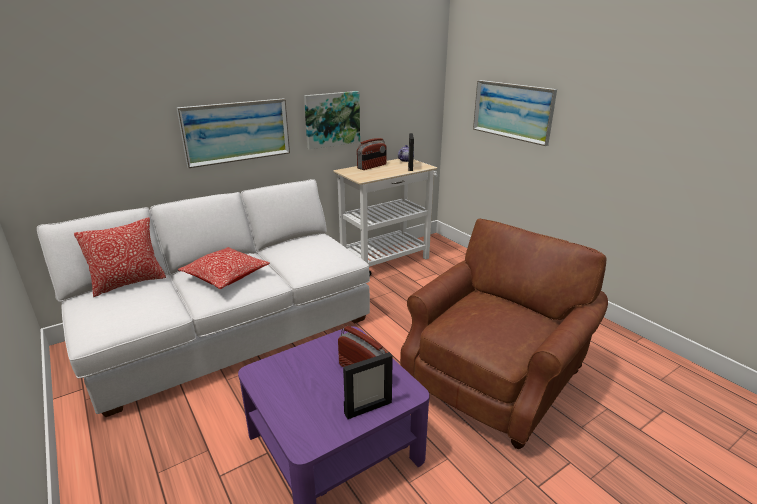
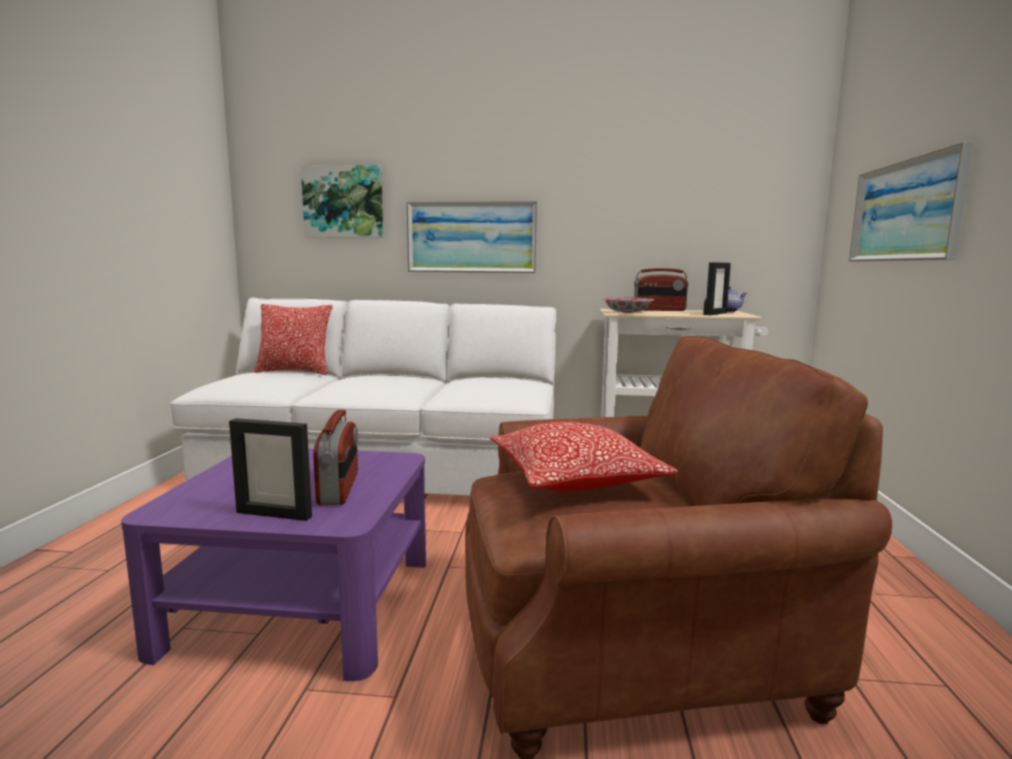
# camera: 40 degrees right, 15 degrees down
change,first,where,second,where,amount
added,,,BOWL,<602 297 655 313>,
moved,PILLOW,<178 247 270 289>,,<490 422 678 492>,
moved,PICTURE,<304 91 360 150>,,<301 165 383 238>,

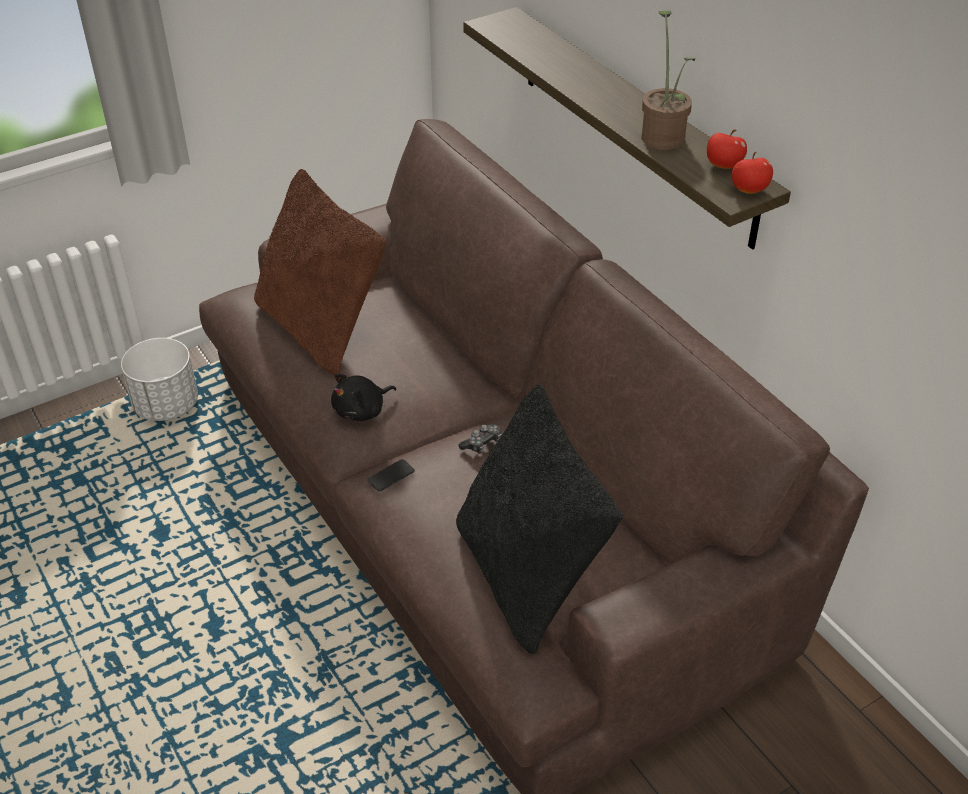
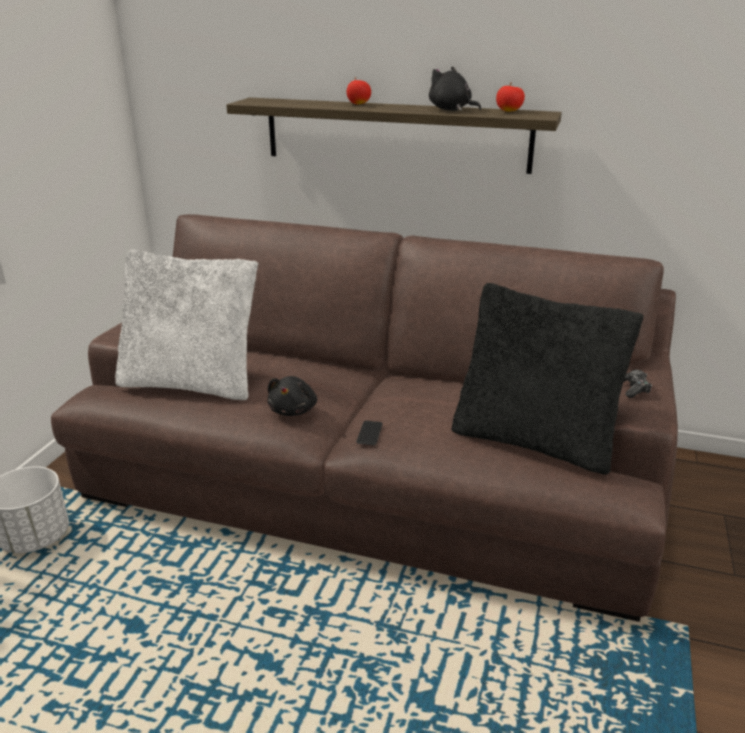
# camera: 40 degrees left, 15 degrees down
change,first,where,second,where,amount
moved,GAME CONTROLLER,<459 424 502 454>,,<624 370 652 398>,
moved,APPLE,<732 152 773 193>,,<347 77 371 104>,
replaced,POTTED PLANT,<642 11 696 150>,BLACK PLUSH TOY,<429 66 481 111>,
recoloured,BROWN PILLOW,<254 169 387 375>,WHITE PILLOW,<115 249 258 400>,

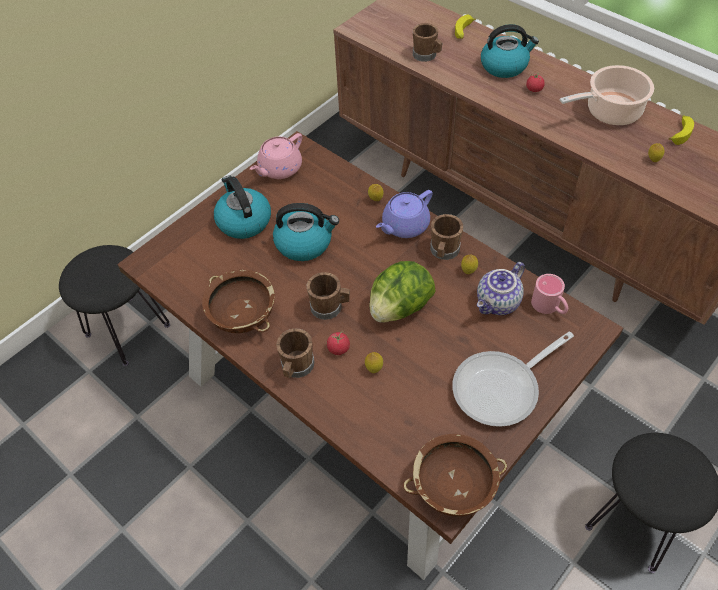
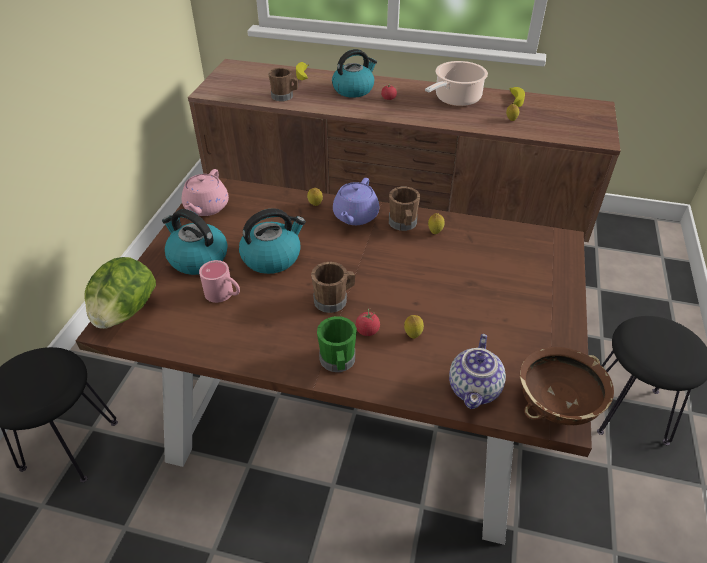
# camera: 30 degrees left, 10 degrees down
change,first,where,second,where,amount
removed,BROWN BOWL,<202 269 275 333>,,,
removed,FRYING PAN,<452 332 574 427>,,,
moved,LETTUCE,<369 261 435 323>,,<84 257 156 329>,
moved,TEAPOT,<477 262 525 315>,,<449 334 506 409>,
moved,PINK MUG,<531 274 568 314>,,<199 260 240 303>,
recoloured,BROWN MUG,<276 328 315 378>,GREEN MUG,<317 316 357 372>,

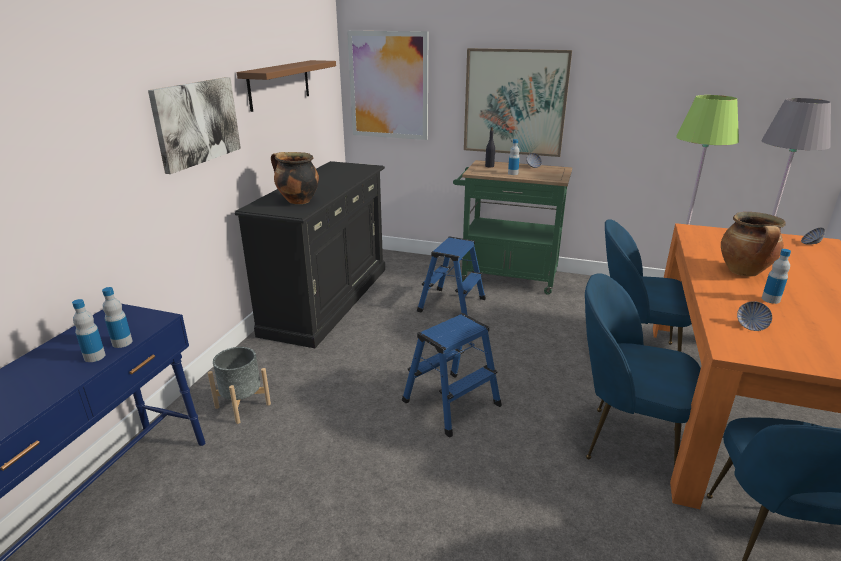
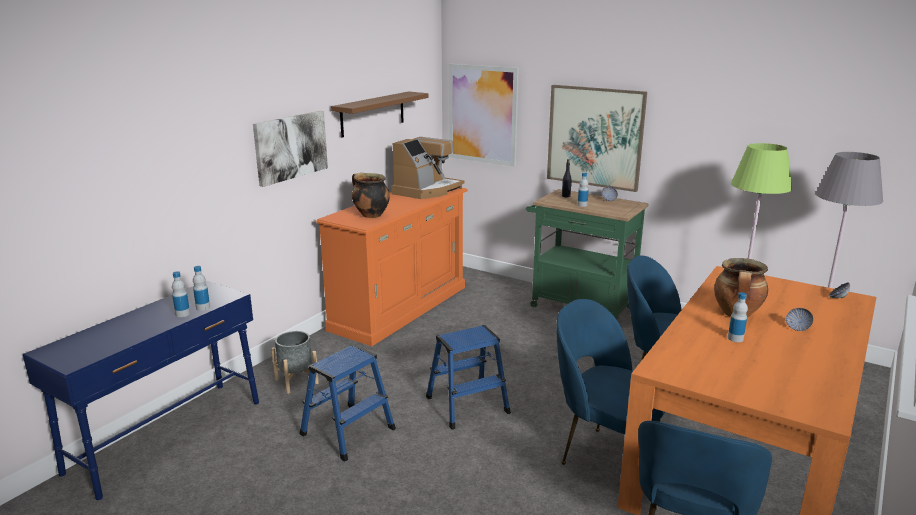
# camera: 15 degrees right, 5 degrees down
change,first,where,second,where,amount
added,,,COFFEE MACHINE,<391 137 464 199>,
moved,BLUE STEP LADDER,<417 236 486 315>,,<299 344 396 462>,
moved,BOWL,<737 301 772 331>,,<786 308 813 331>,
recoloured,BLACK CABINET,<235 161 385 348>,ORANGE CABINET,<316 188 468 346>,

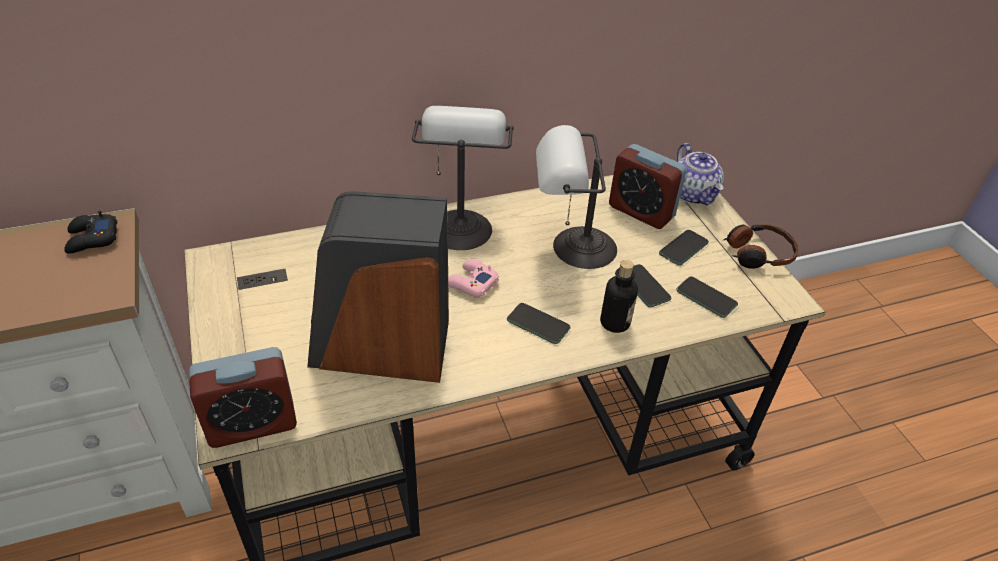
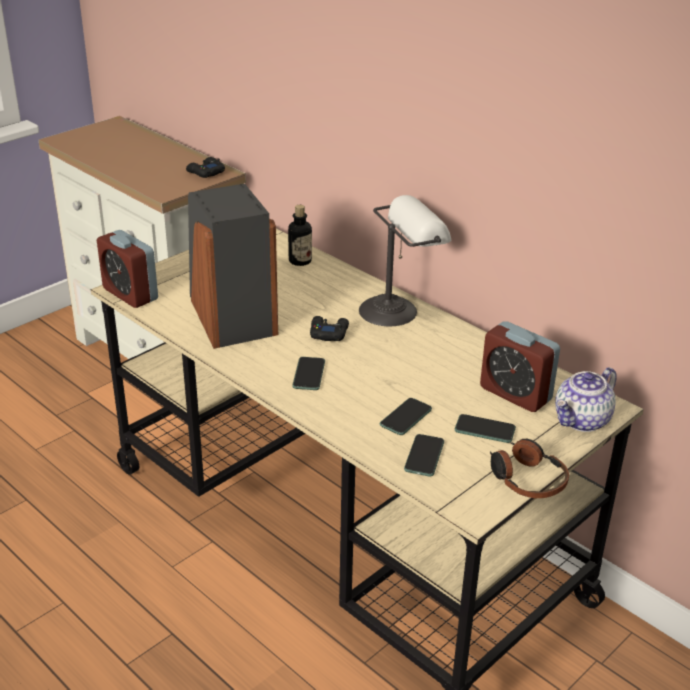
# camera: 65 degrees right, 10 degrees down
change,first,where,second,where,amount
removed,TABLE LAMP,<536 125 617 269>,,,
moved,BOTTLE,<600 260 638 333>,,<288 205 312 266>,
recoloured,PINK GAME CONTROLLER,<448 259 499 297>,BLACK GAME CONTROLLER,<310 316 349 341>,
turned,ALARM CLOCK,<609 144 687 229>,,<480 321 560 412>,60 degrees counterclockwise

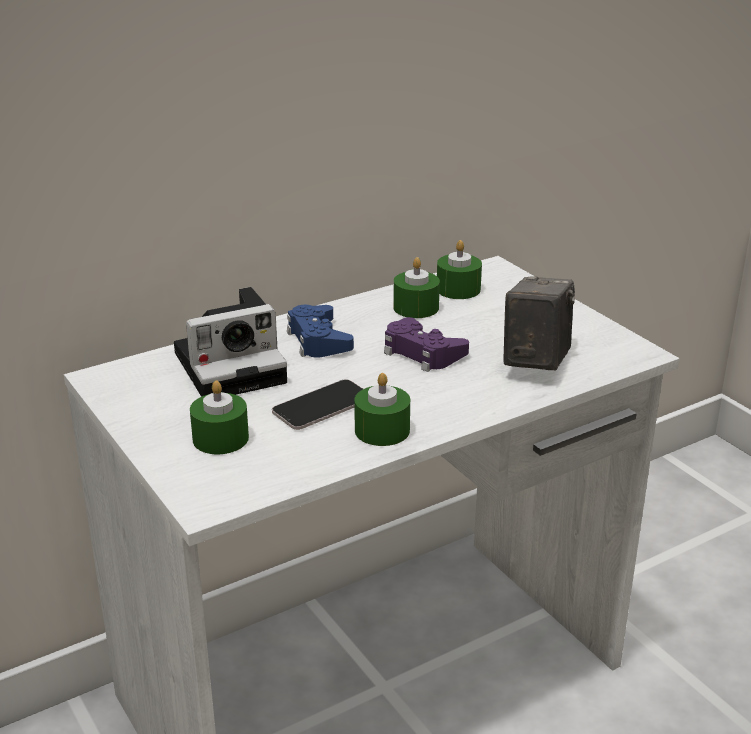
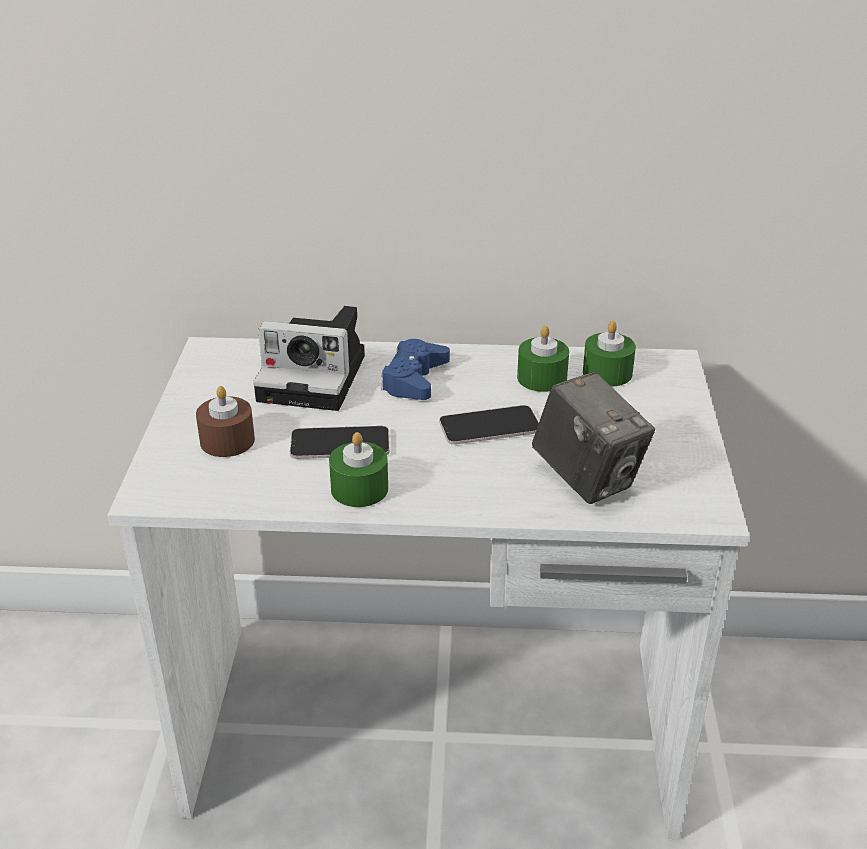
# camera: 35 degrees right, 5 degrees up
change,first,where,second,where,amount
replaced,PURPLE GAME CONTROLLER,<384 317 469 372>,PHONE,<439 405 539 445>,
recoloured,GREEN CANDLE,<190 380 249 454>,BROWN CANDLE,<196 386 255 457>,
turned,PHOTO CAMERA,<503 276 575 371>,,<532 372 655 504>,90 degrees clockwise

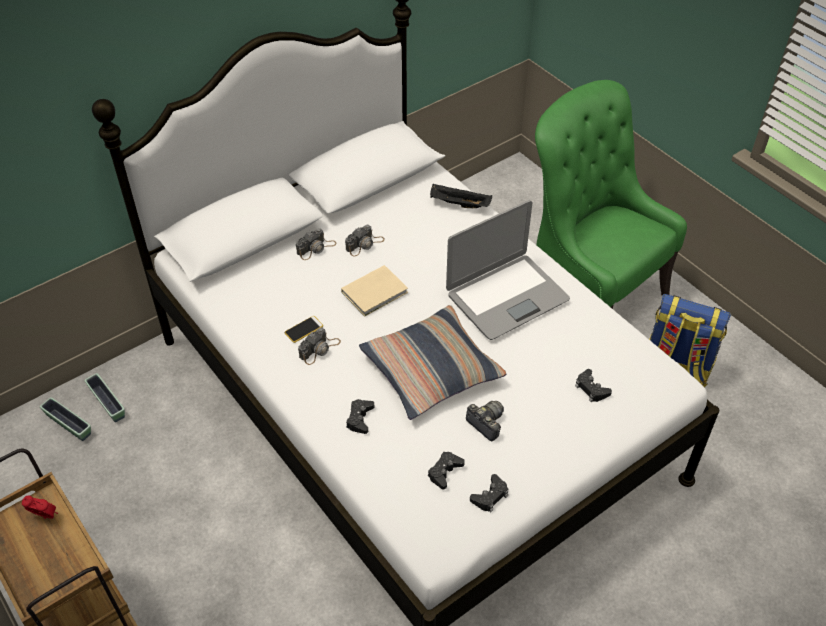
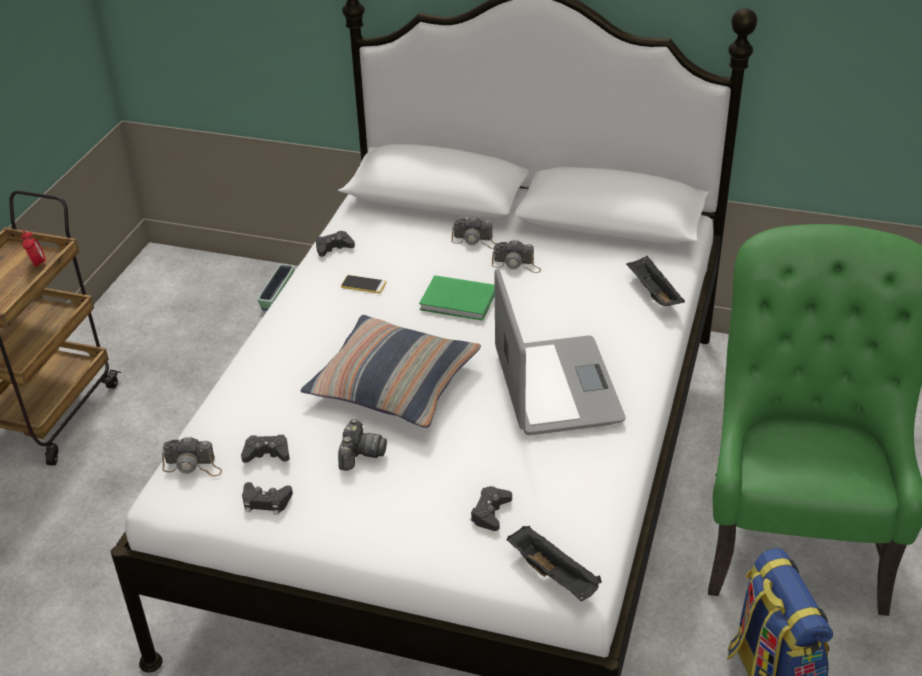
# camera: 55 degrees right, 10 degrees down
change,first,where,second,where,amount
removed,PLANTER,<40 397 91 441>,,,
added,,,BLACK TRAY,<507 526 602 601>,
moved,PHOTO CAMERA,<298 327 341 365>,,<162 437 222 477>,
moved,BLACK GAME CONTROLLER,<346 399 374 434>,,<316 231 355 257>,
recoloured,BEIGE BOOK,<341 265 408 316>,GREEN BOOK,<419 275 495 321>,
turned,LAPTOP,<446 200 570 340>,,<494 268 626 435>,120 degrees counterclockwise

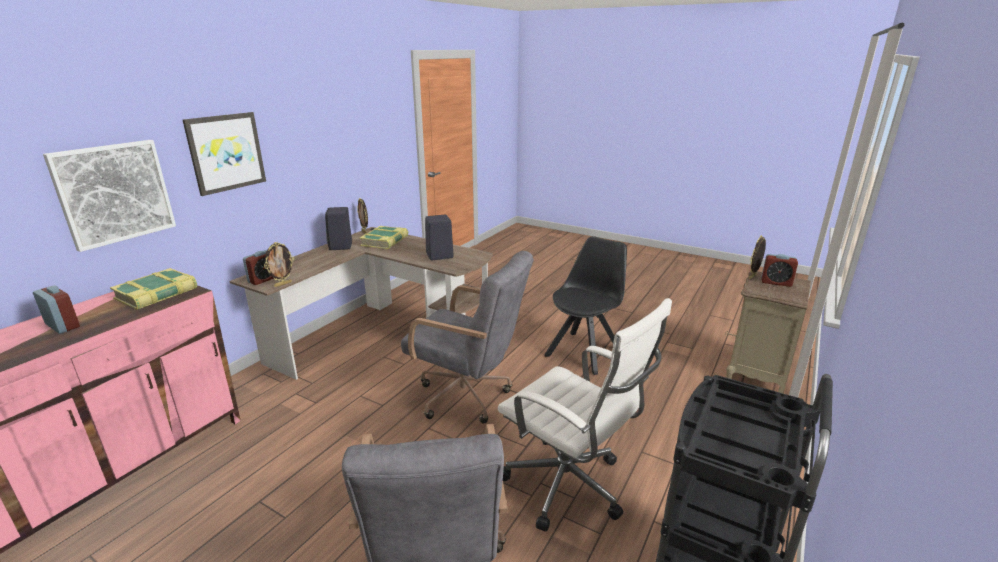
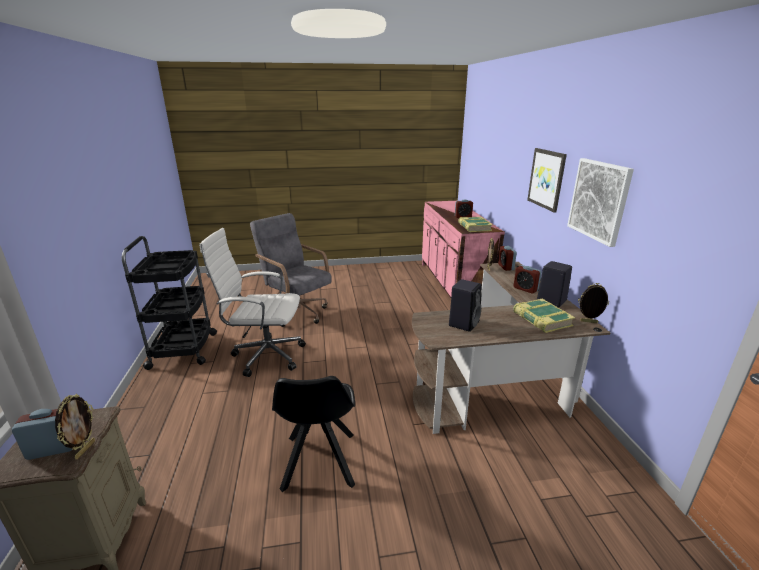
# camera: 140 degrees right, 0 degrees up
change,first,where,second,where,amount
removed,GREY OFFICE CHAIR,<401 251 534 424>,,,
added,,,ALARM CLOCK,<513 265 542 294>,
moved,PICTURE,<43 140 176 252>,,<567 158 634 247>,

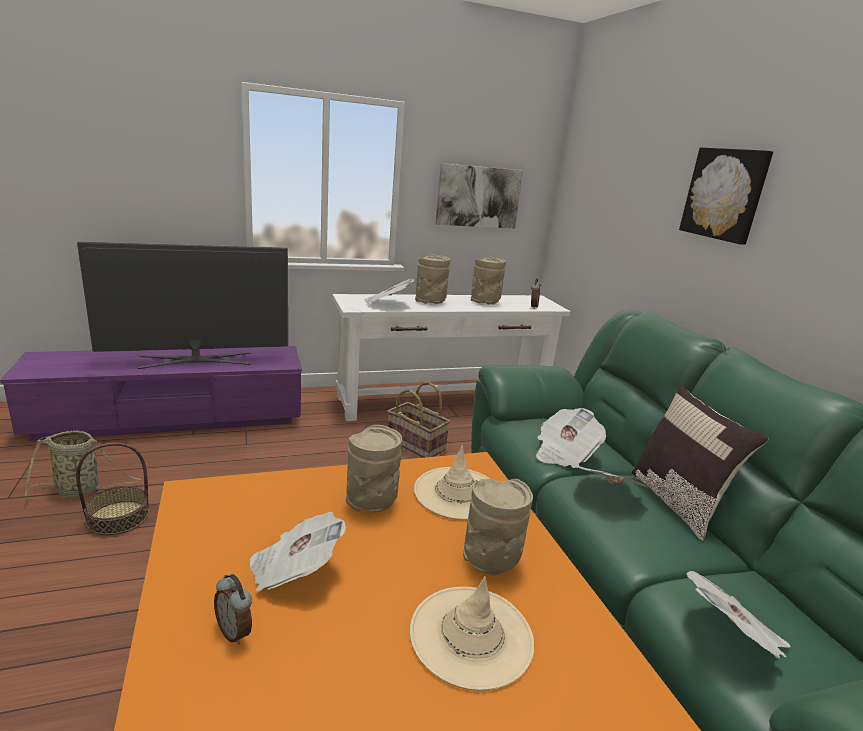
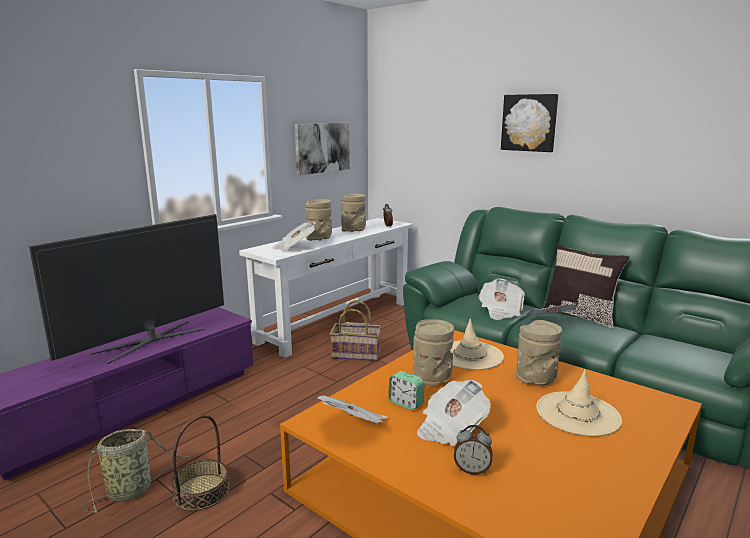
# camera: 30 degrees left, 5 degrees down
change,first,where,second,where,amount
added,,,ALARM CLOCK,<389 371 424 410>,
moved,NEWSPAPER,<687 571 791 659>,,<318 395 388 423>,

